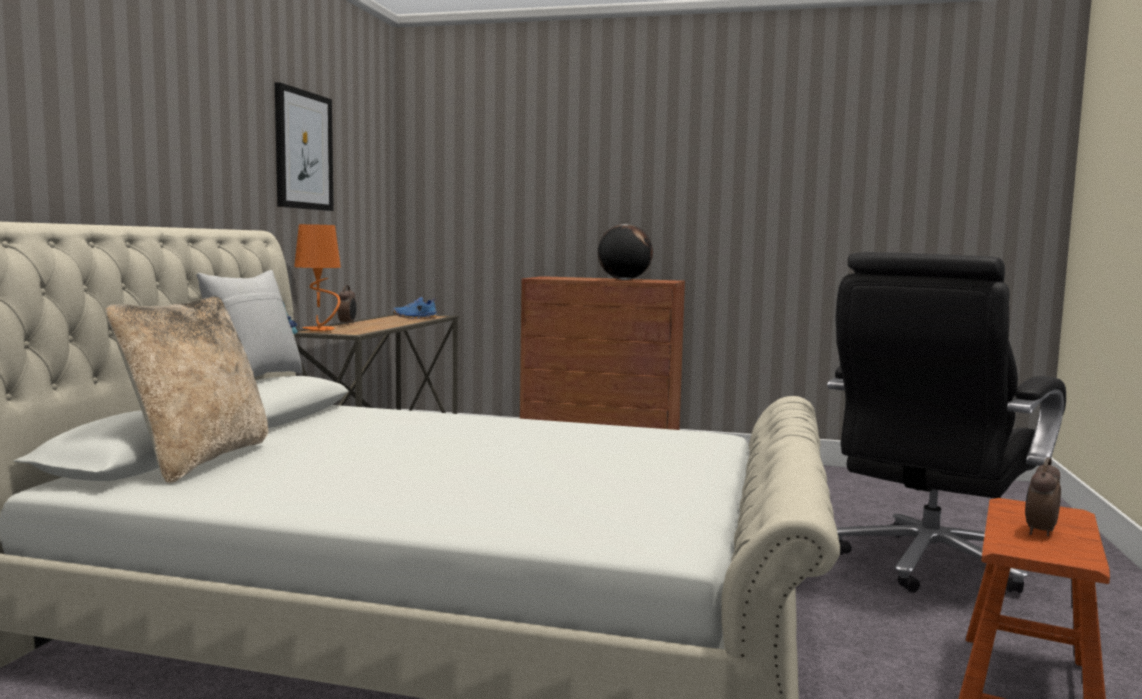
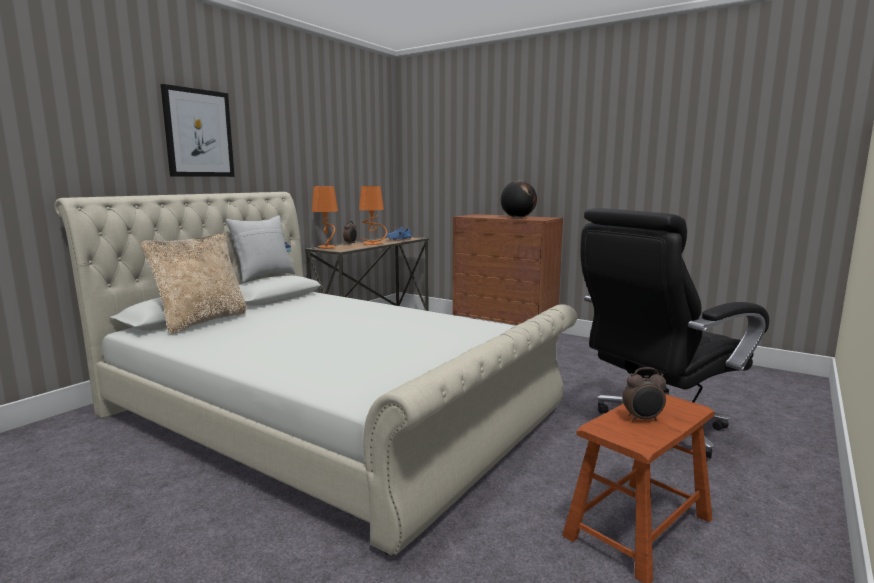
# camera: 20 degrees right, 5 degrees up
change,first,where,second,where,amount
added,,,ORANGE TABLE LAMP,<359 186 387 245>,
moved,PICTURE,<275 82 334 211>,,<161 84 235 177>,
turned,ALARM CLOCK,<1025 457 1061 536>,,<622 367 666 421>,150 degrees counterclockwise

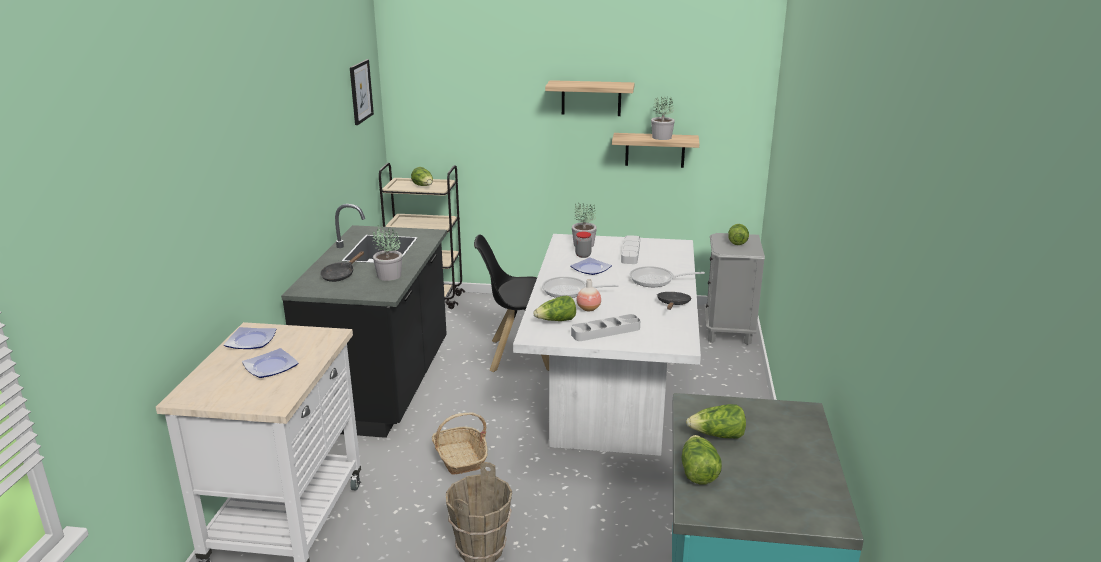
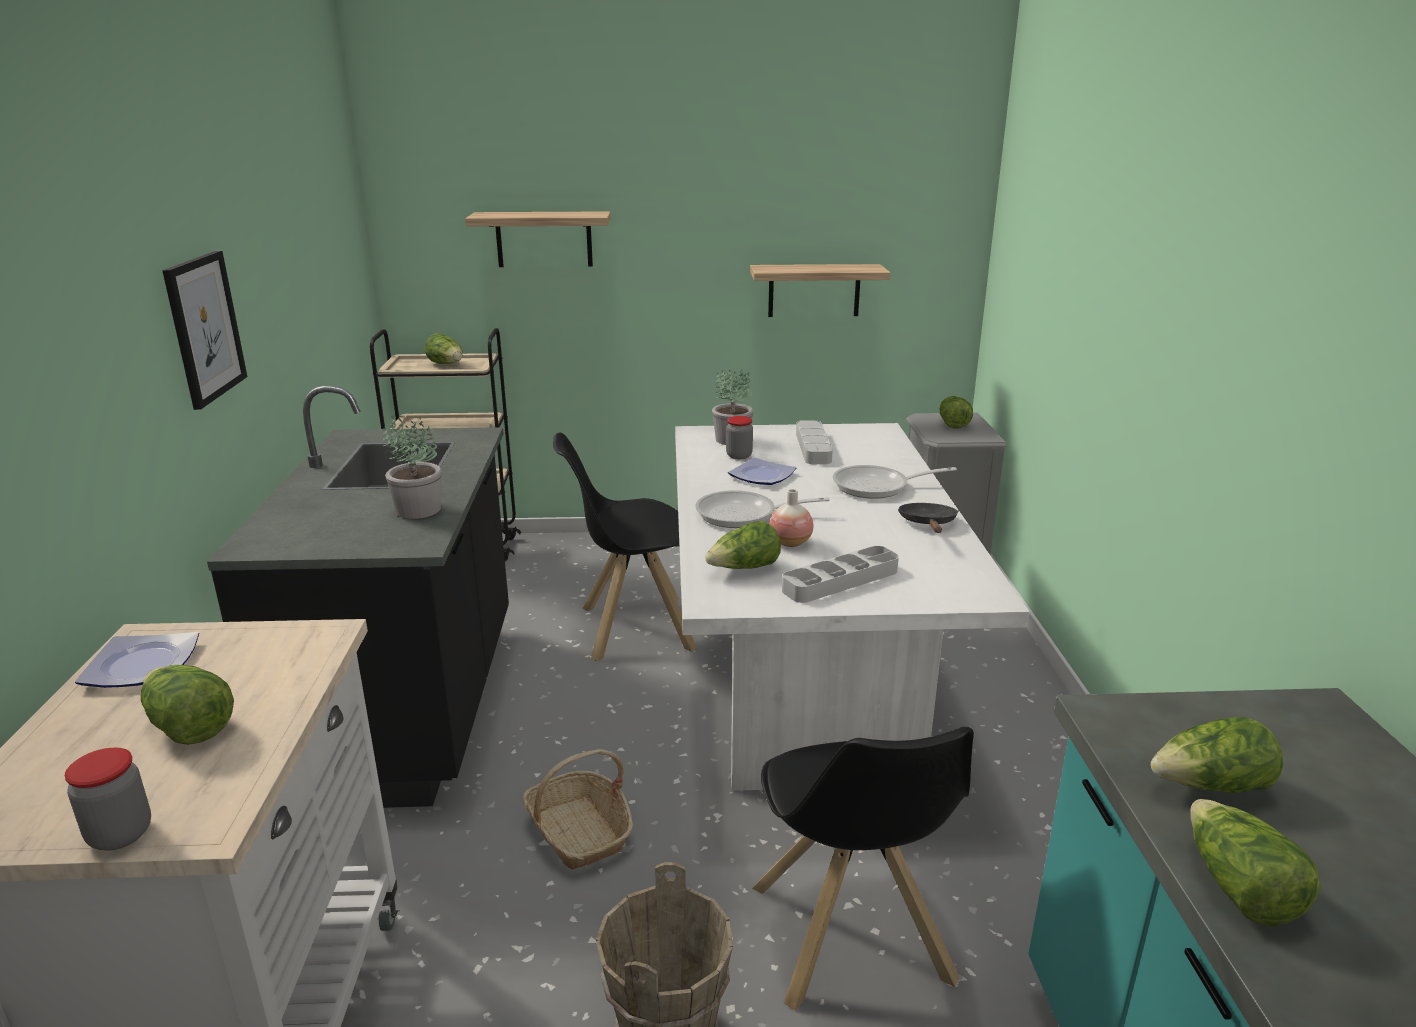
# camera: 10 degrees left, 0 degrees up
change,first,where,second,where,amount
removed,BLACK FRYING PAN,<320 251 364 282>,,,
removed,POTTED PLANT,<651 97 675 140>,,,
added,,,JAR,<65 747 151 851>,
added,,,BLACK CHAIR,<752 727 974 1011>,
moved,PICTURE,<350 59 374 125>,,<162 251 247 410>,
moved,SHELF,<545 80 634 116>,,<465 211 611 267>,
replaced,PLATE,<242 348 298 378>,LETTUCE,<141 665 234 745>,

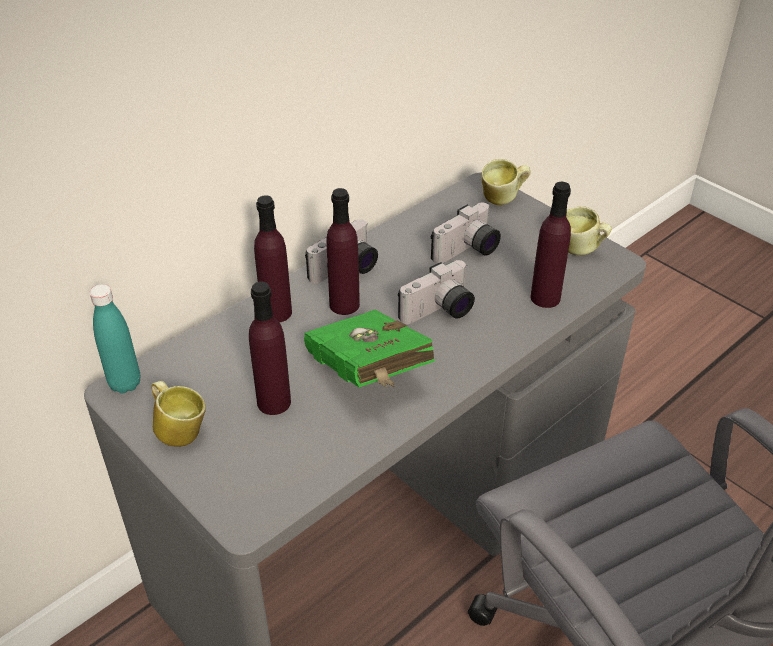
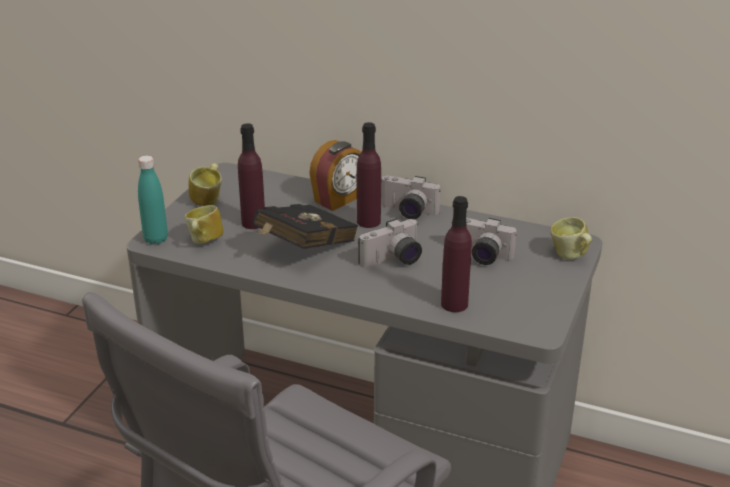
# camera: 65 degrees right, 10 degrees down
change,first,where,second,where,amount
moved,TURQUOISE BOTTLE,<89 284 140 393>,,<138 155 168 245>,
moved,MUG,<566 206 612 255>,,<185 205 223 244>,
replaced,PURPLE BOTTLE,<254 195 292 323>,ALARM CLOCK,<309 140 361 211>,
recoloured,GREEN BOOK,<304 310 435 387>,BLACK BOOK,<253 204 358 249>,
turned,PHOTO CAMERA,<398 260 475 324>,,<358 219 422 268>,60 degrees counterclockwise

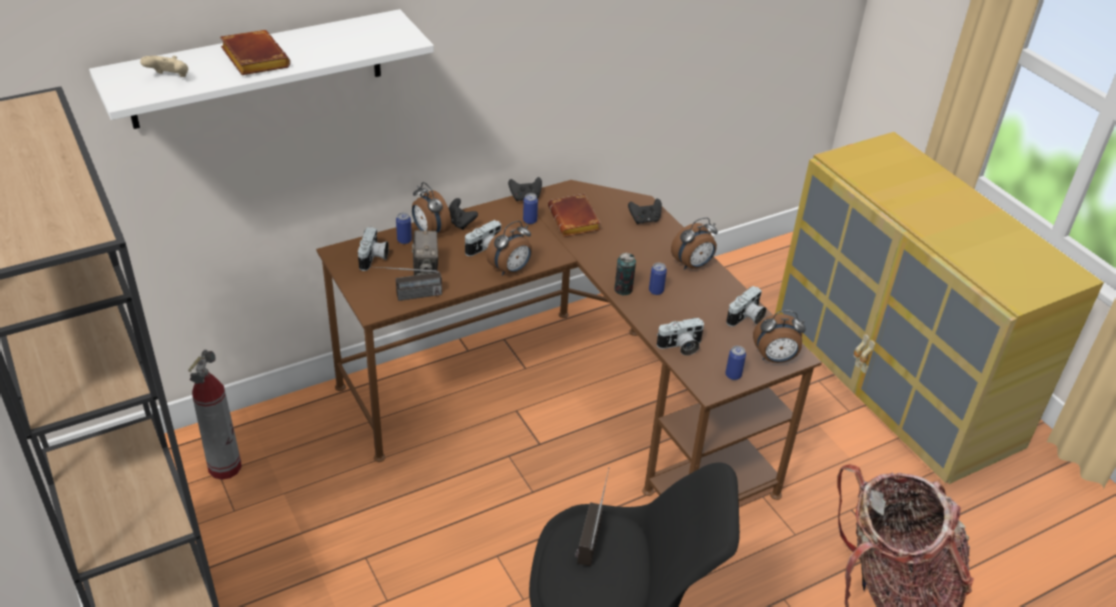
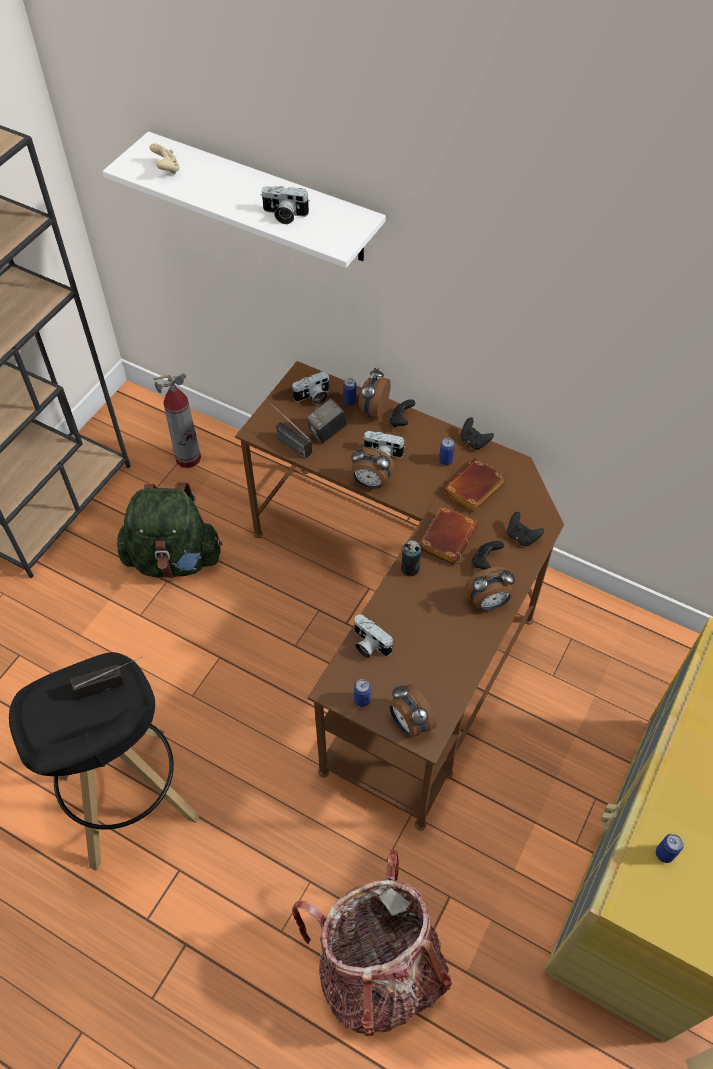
# camera: 60 degrees right, 15 degrees up
change,first,where,second,where,amount
added,,,GREEN BACKPACK,<117 483 222 578>,
added,,,BLACK GAME CONTROLLER,<472 541 504 570>,
moved,BROWN BOOK,<220 30 290 75>,,<419 505 478 565>,
moved,CAN,<649 263 667 295>,,<656 834 684 863>,
moved,PHOTO CAMERA,<726 286 767 327>,,<261 186 310 224>,
turned,ALARM CLOCK,<671 217 718 270>,,<465 567 515 610>,45 degrees counterclockwise

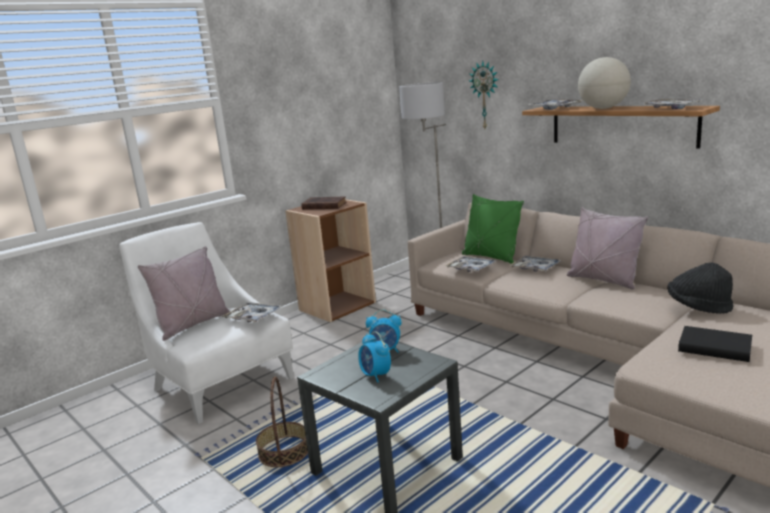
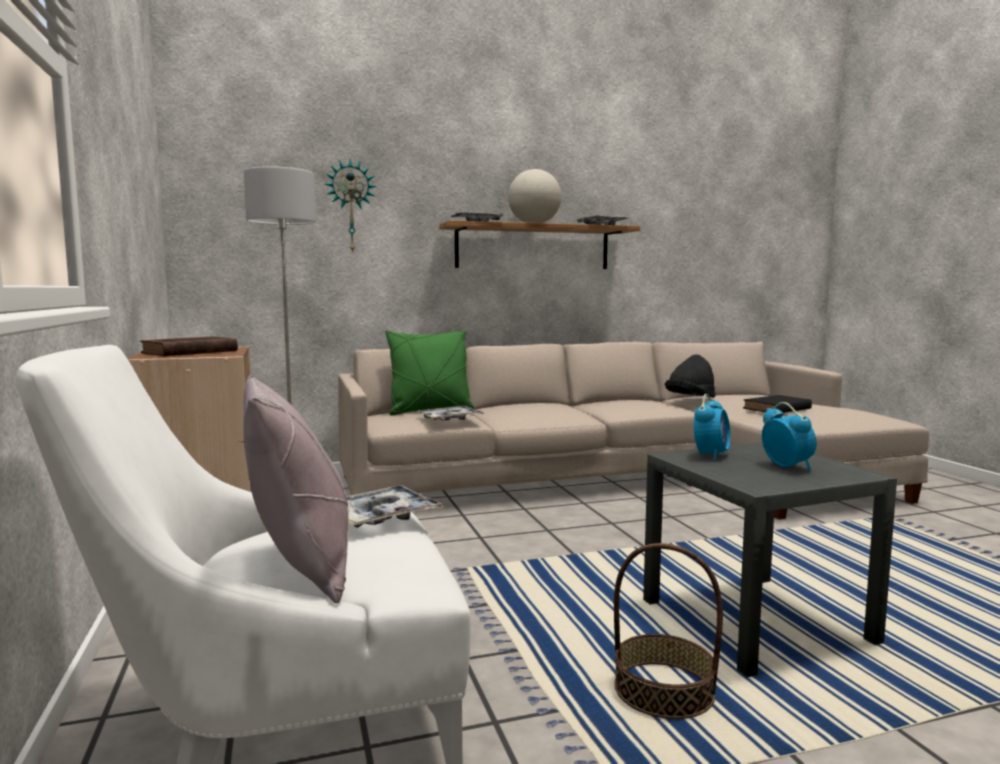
# camera: 65 degrees left, 10 degrees down
change,first,where,second,where,amount
removed,TRAY,<509 256 561 272>,,,
removed,PURPLE PILLOW,<567 207 648 290>,,,
turned,ALARM CLOCK,<358 331 391 383>,,<762 402 817 471>,105 degrees counterclockwise

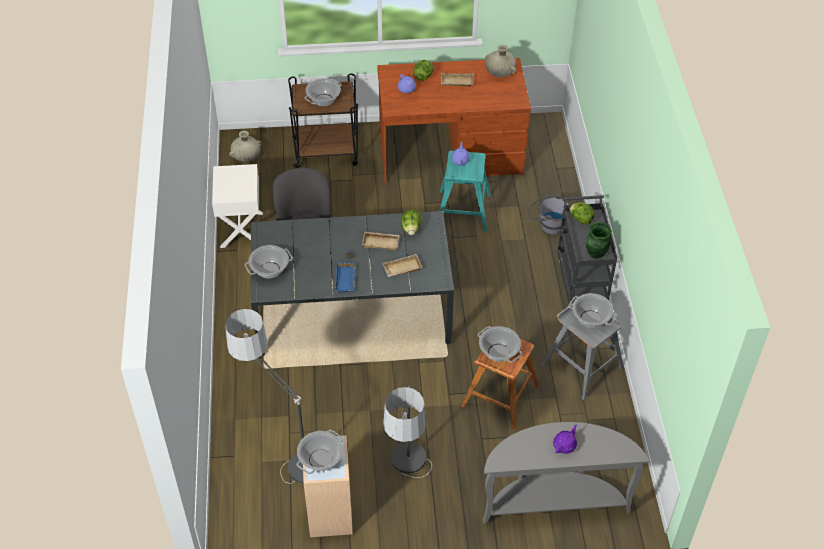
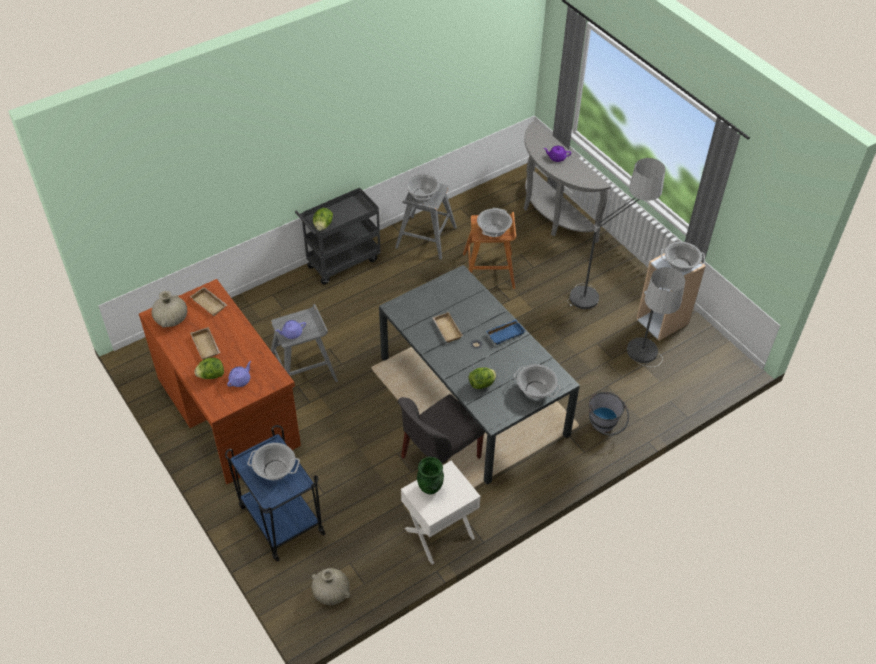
# camera: 120 degrees left, 0 degrees up
change,first,where,second,where,amount
moved,BEIGE TRAY,<382 254 422 277>,,<190 287 227 316>,
moved,LETTUCE,<401 209 422 235>,,<469 367 496 389>,
moved,GREY BUCKET,<528 194 570 234>,,<589 392 629 435>,
moved,GREEN VASE,<586 222 612 259>,,<417 457 444 495>,
recoloured,BROWN CART,<288 73 358 168>,BLUE CART,<225 425 325 562>,
recoloured,TURQUOISE STOOL,<439 151 491 232>,GREY STOOL,<271 304 338 382>,

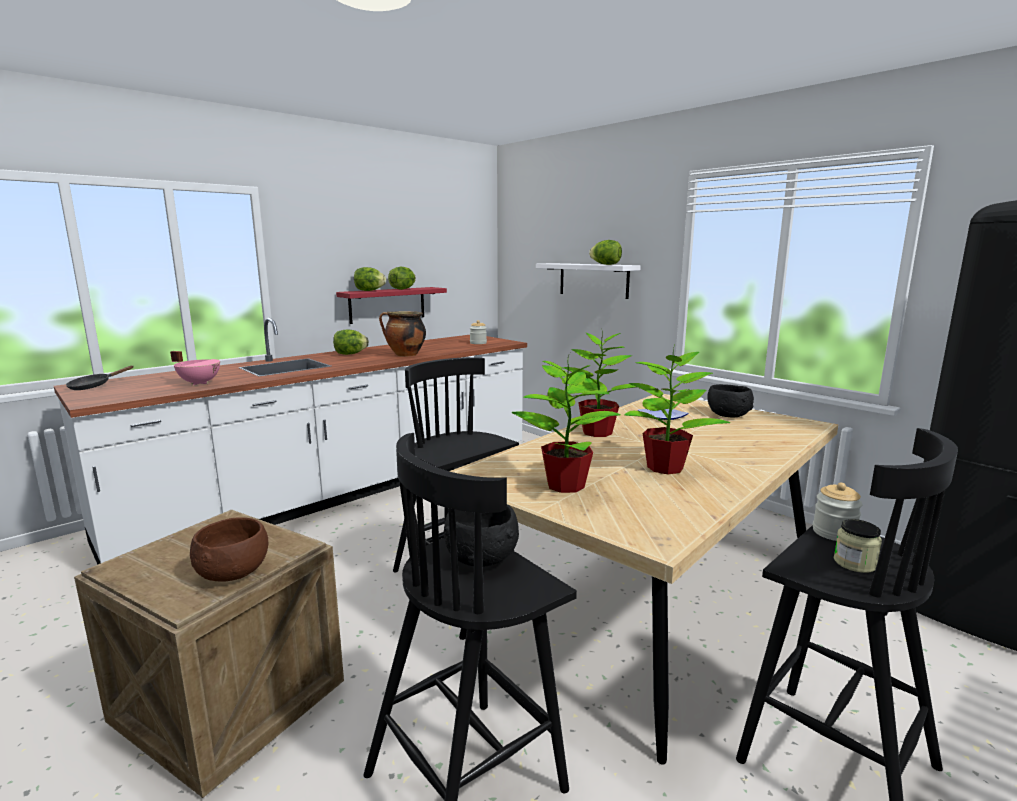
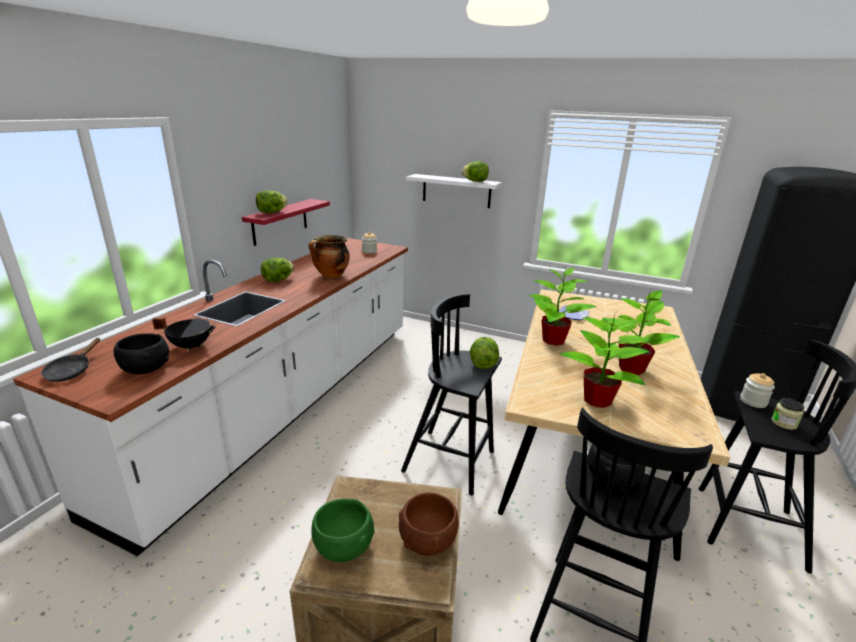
# camera: 25 degrees left, 10 degrees up
change,first,where,second,where,amount
added,,,GREEN BOWL,<311 498 374 562>,
moved,LETTUCE,<388 267 416 290>,,<470 337 499 369>,
moved,BLACK BOWL,<707 384 754 418>,,<114 333 169 374>,
recoloured,PINK COOKING POT,<170 351 220 385>,BLACK COOKING POT,<152 317 216 351>,

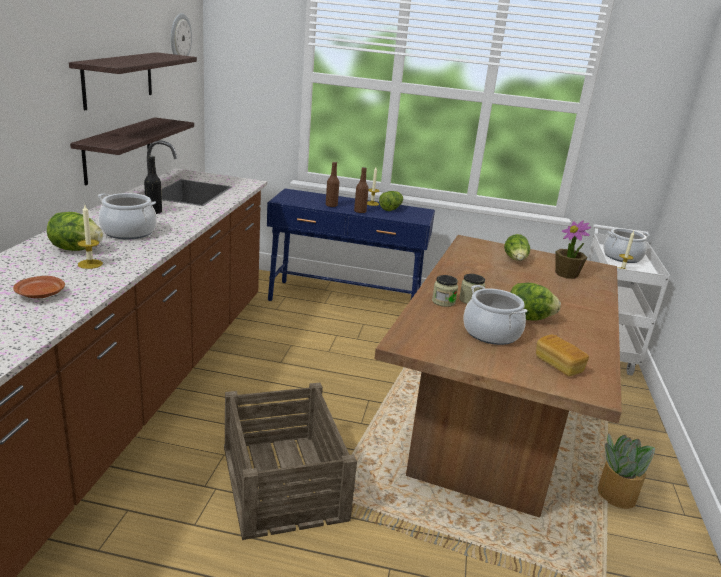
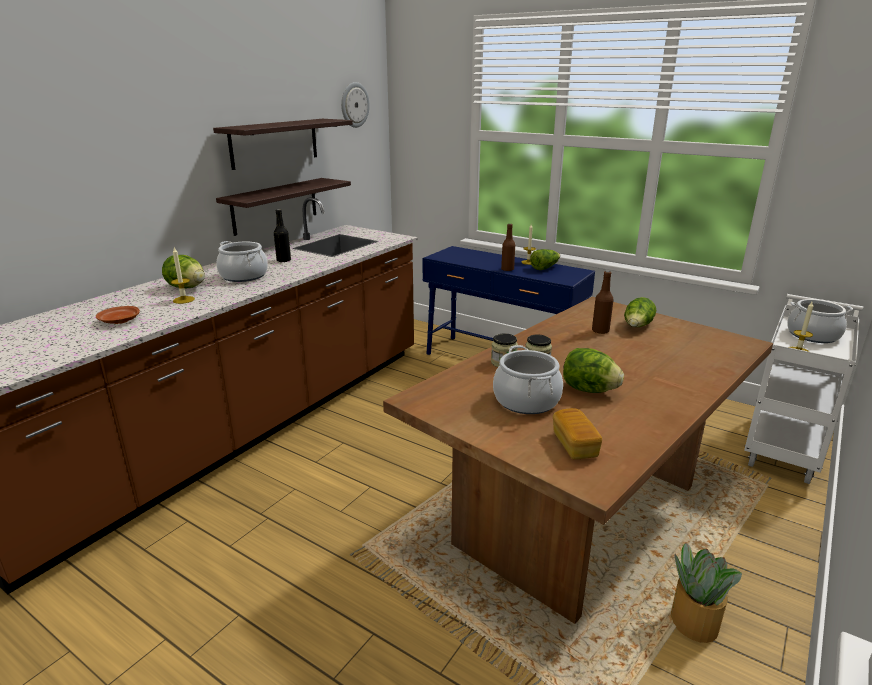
# camera: 25 degrees right, 0 degrees up
change,first,where,second,where,amount
removed,CRATE,<224 383 357 540>,,,
removed,POTTED PLANT,<555 220 591 279>,,,
moved,BROWN BOTTLE,<326 162 339 207>,,<592 271 614 334>,

